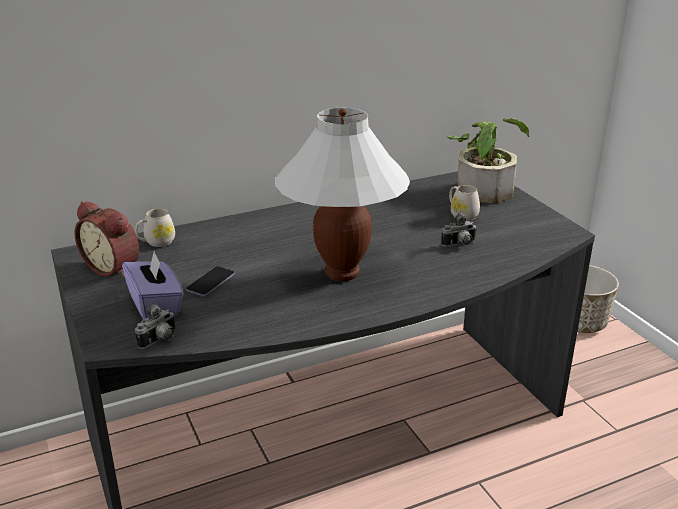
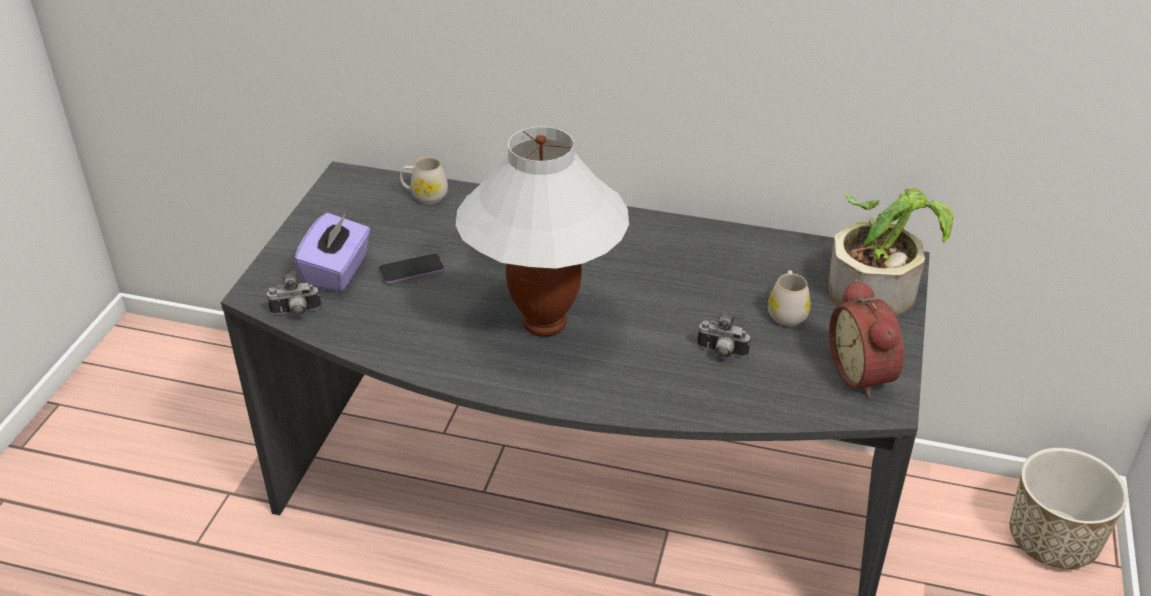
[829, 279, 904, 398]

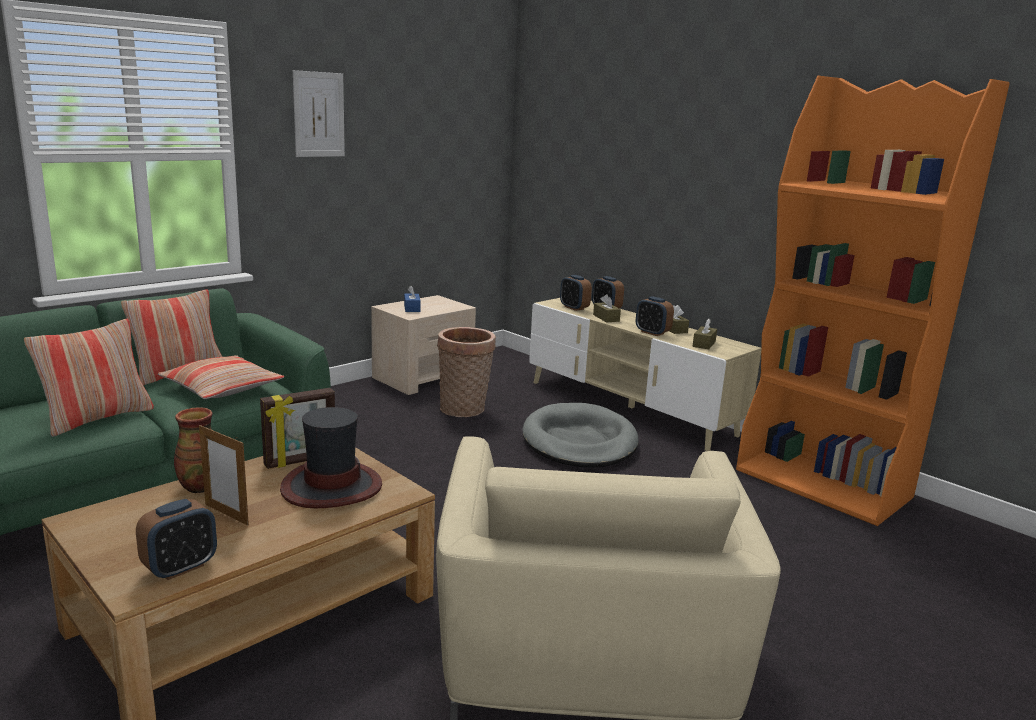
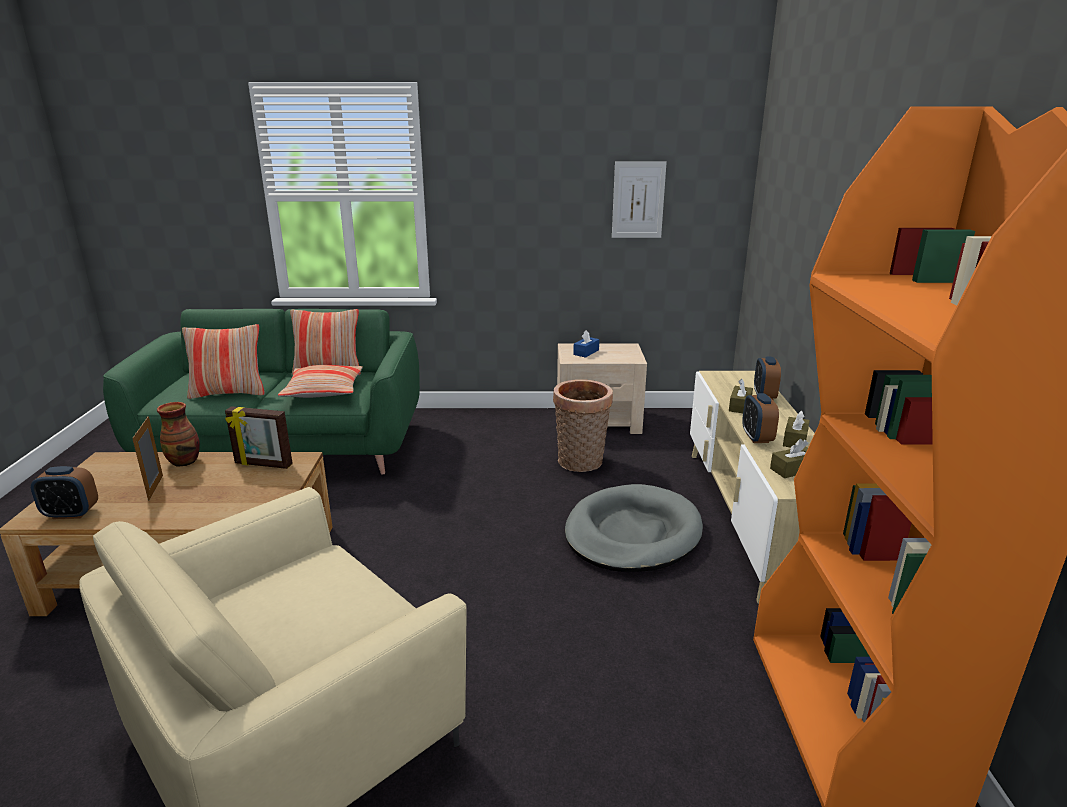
[612, 161, 667, 238]
[280, 407, 382, 508] (first image)
[560, 275, 592, 311] (first image)

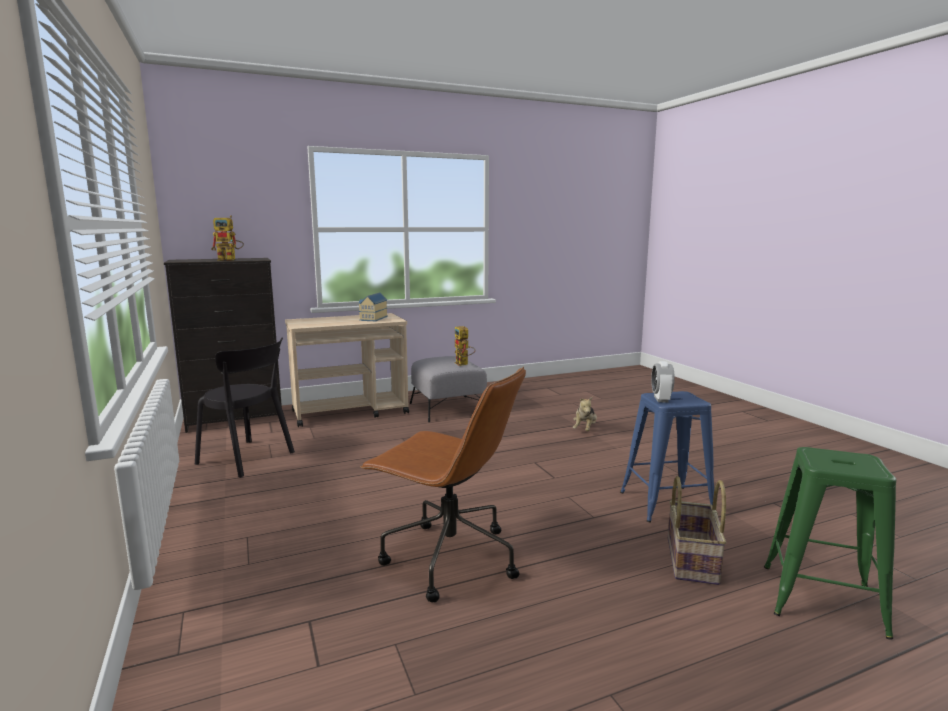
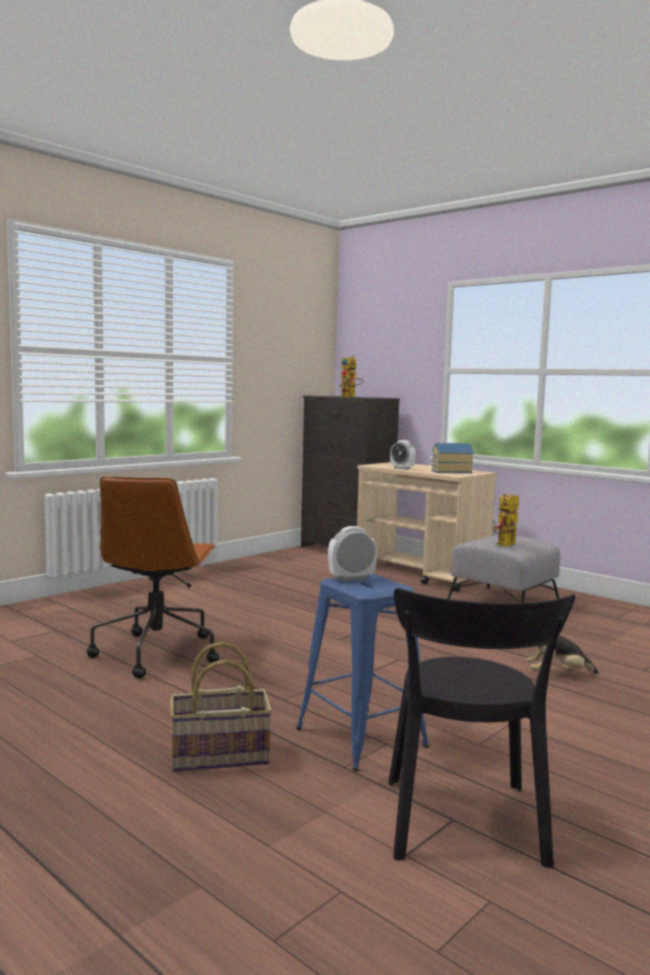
[388, 588, 575, 868]
[390, 440, 416, 470]
[764, 447, 896, 640] (first image)

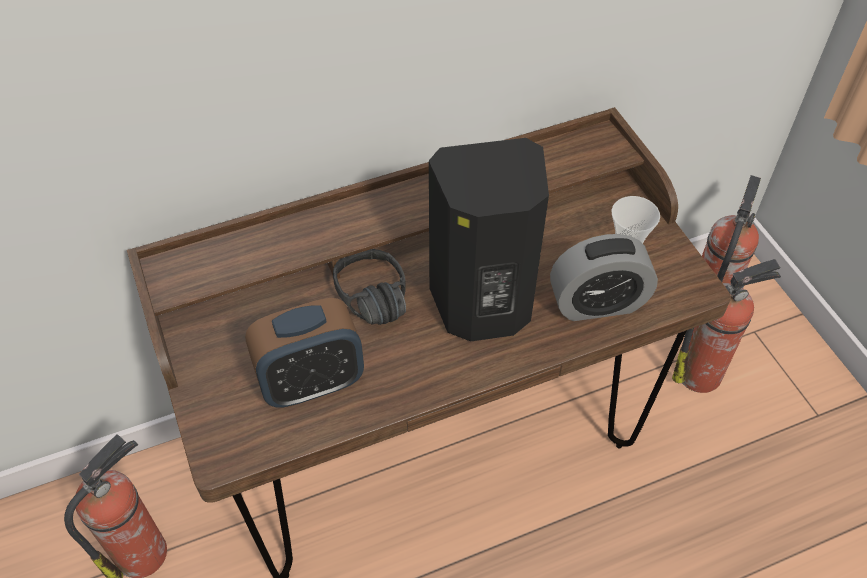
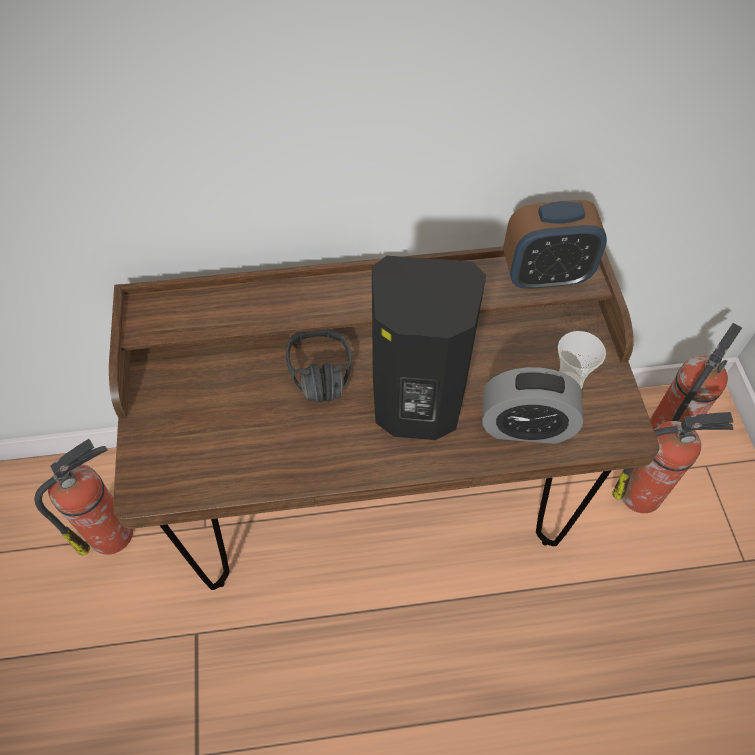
[503, 200, 607, 290]

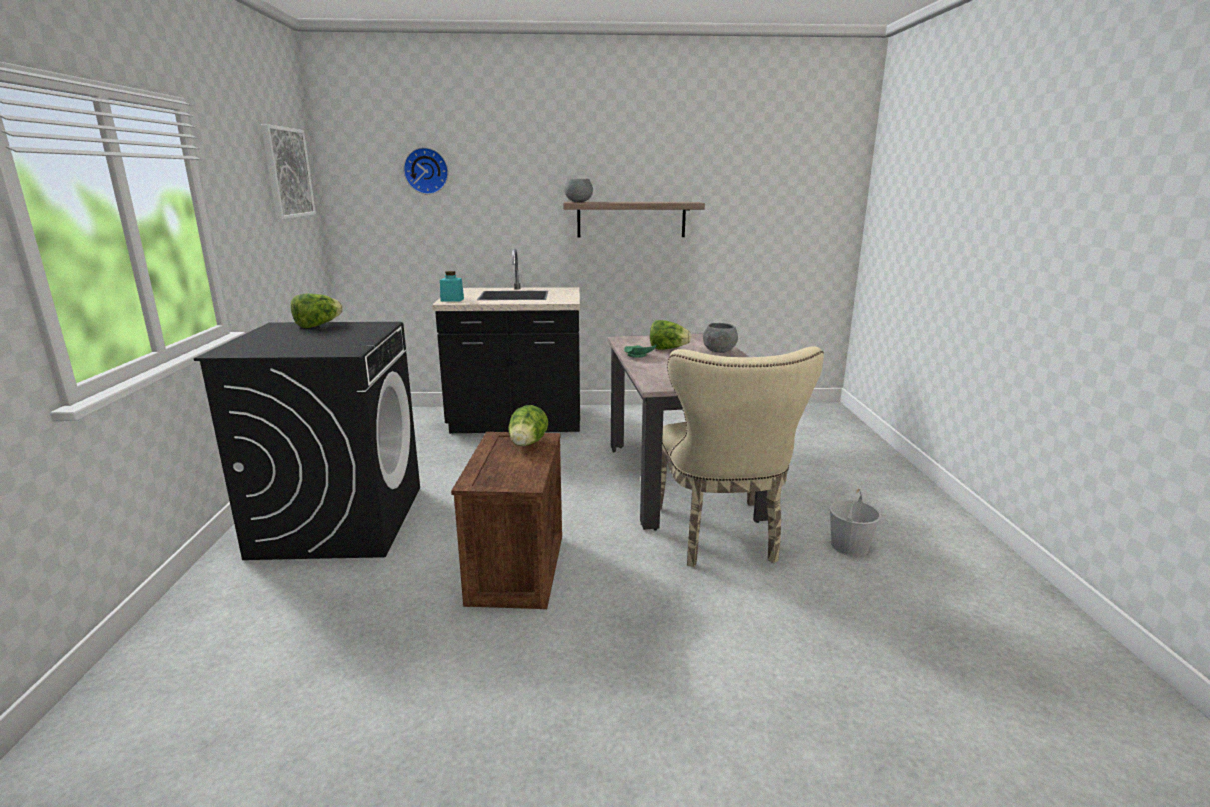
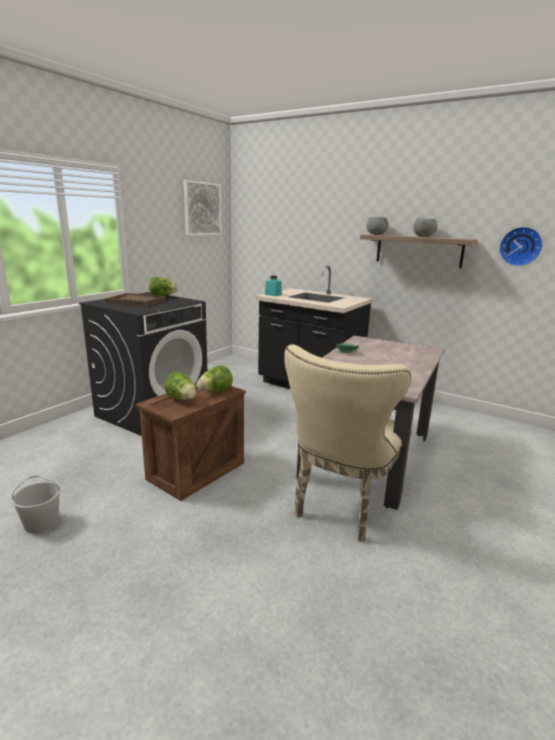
[12, 476, 60, 534]
[105, 293, 165, 307]
[164, 372, 196, 400]
[413, 218, 438, 237]
[499, 227, 543, 266]

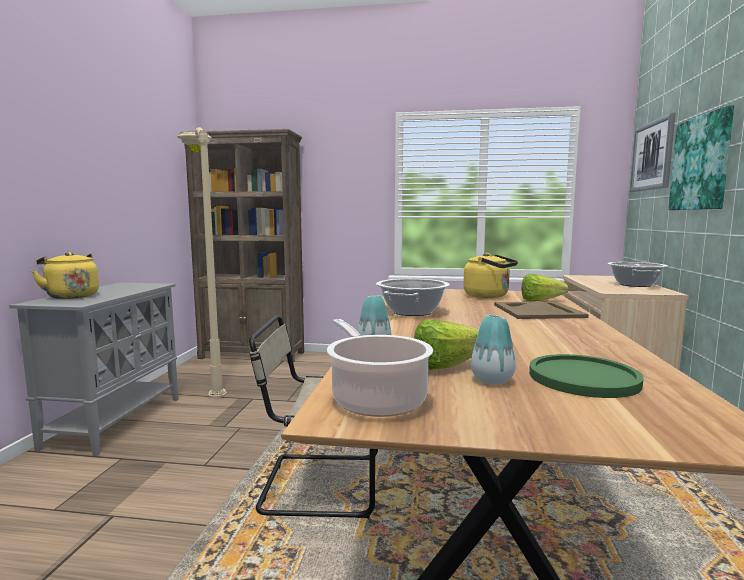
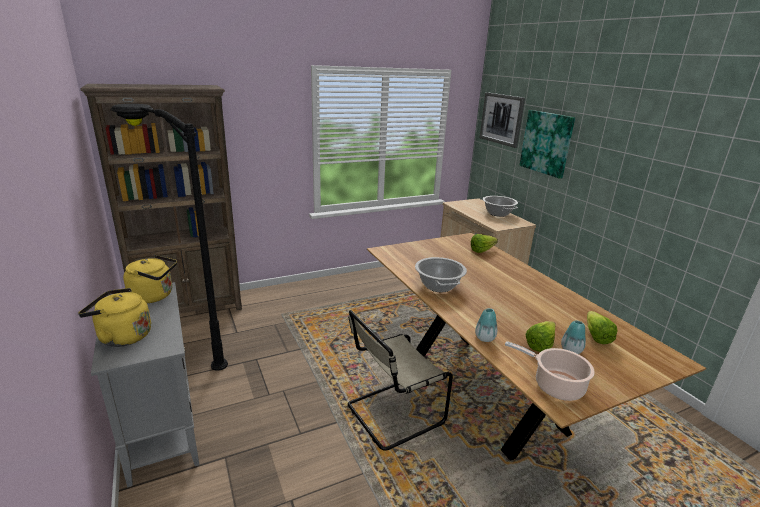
[110, 104, 228, 371]
[123, 255, 177, 303]
[587, 311, 618, 344]
[494, 301, 589, 319] (first image)

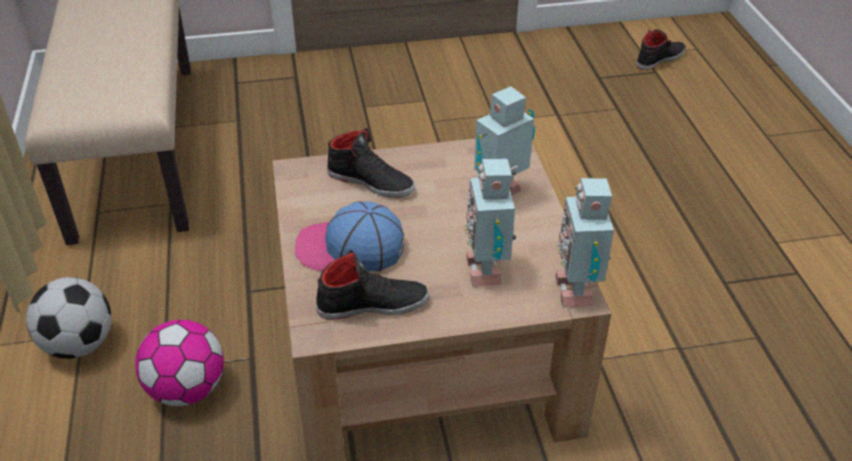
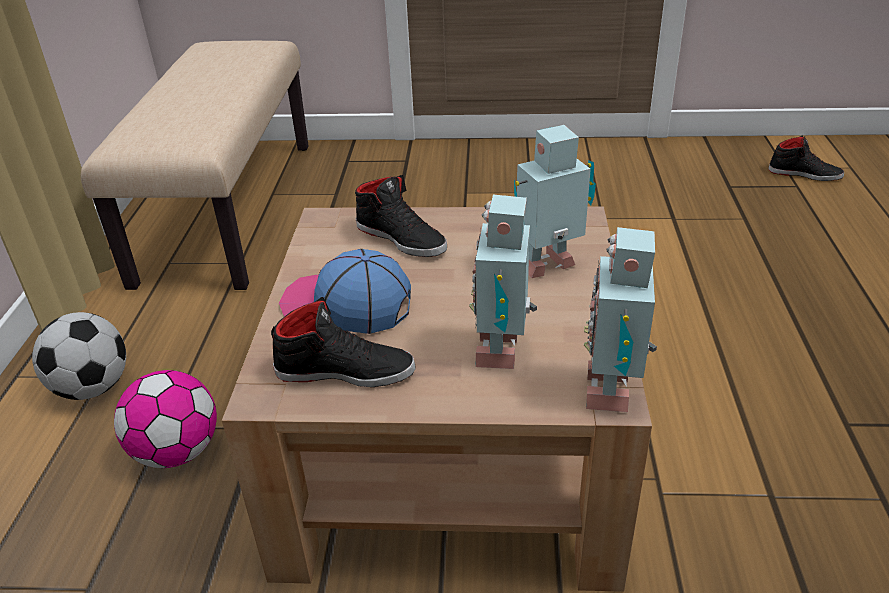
[768, 135, 844, 181]

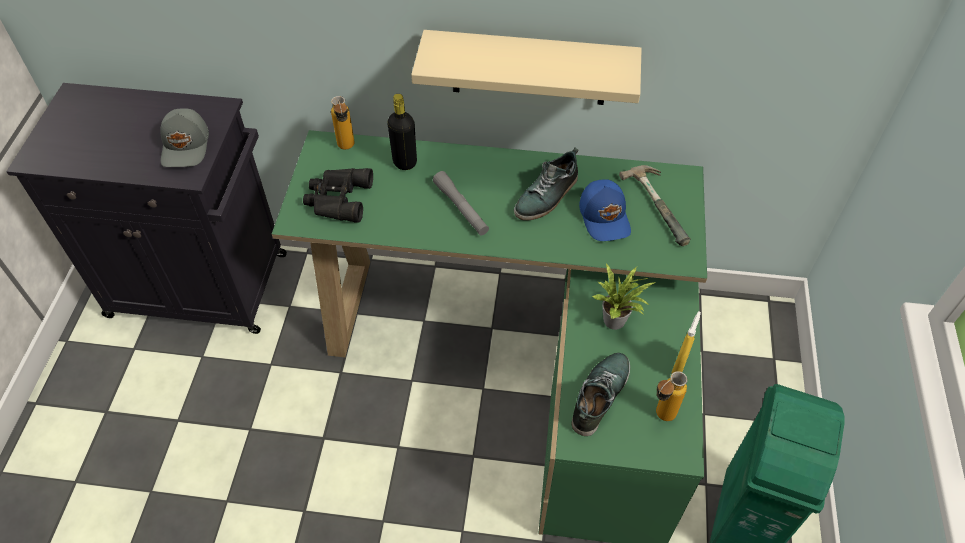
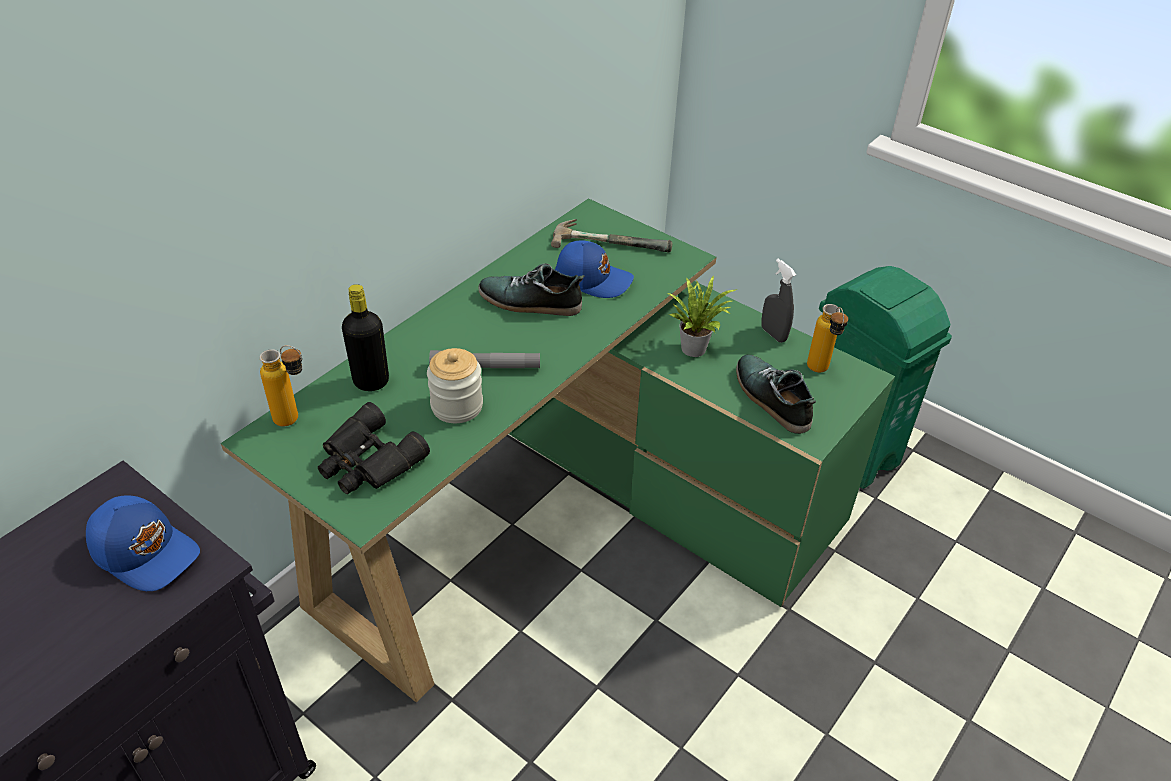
[86, 495, 200, 591]
[427, 348, 483, 423]
[478, 263, 584, 316]
[761, 259, 796, 343]
[411, 30, 642, 105] (first image)

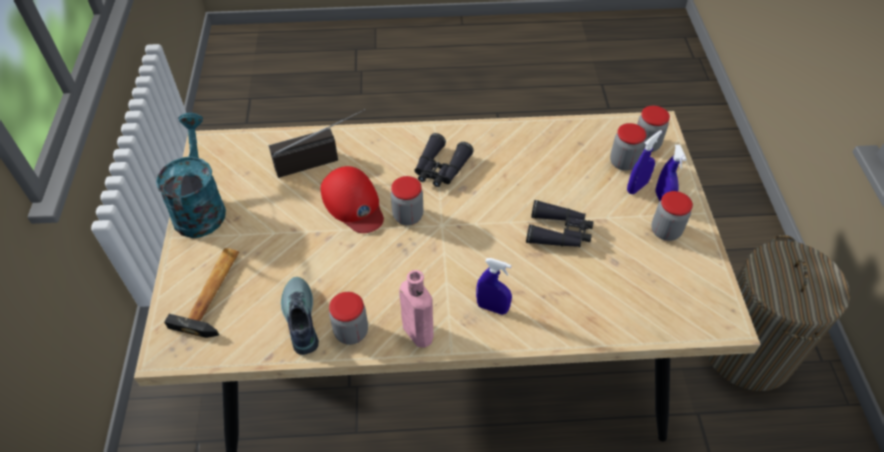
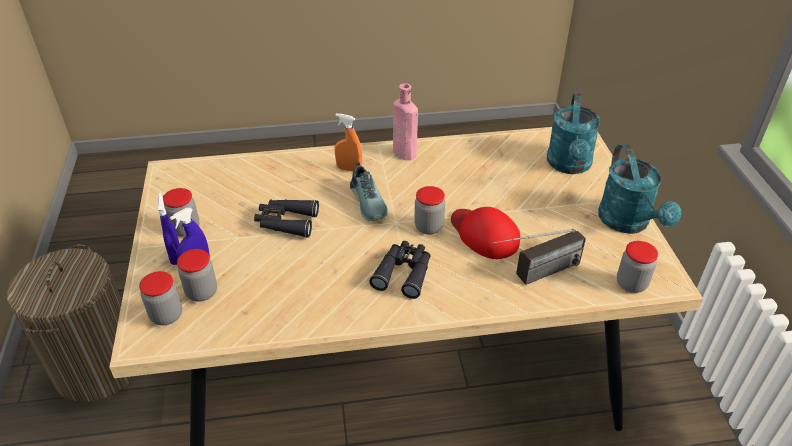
[334, 113, 362, 172]
[350, 161, 388, 221]
[547, 92, 600, 174]
[617, 241, 658, 293]

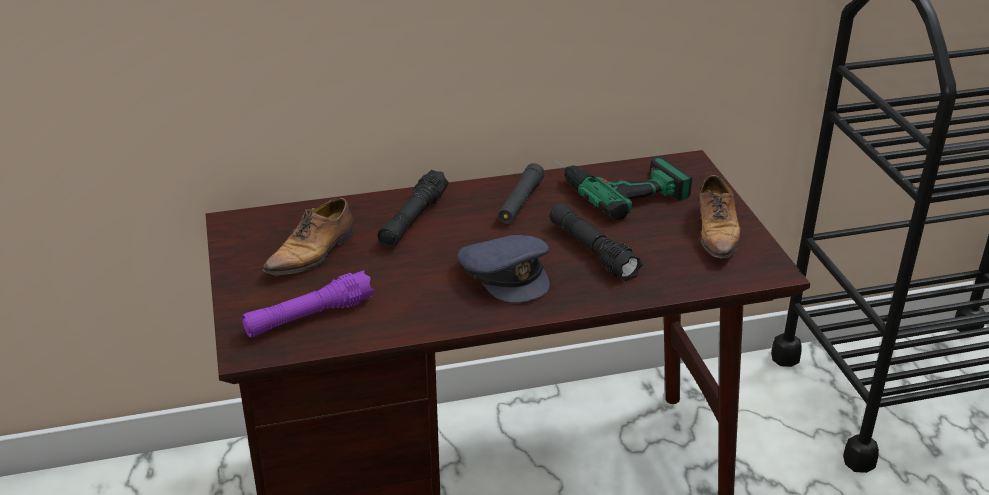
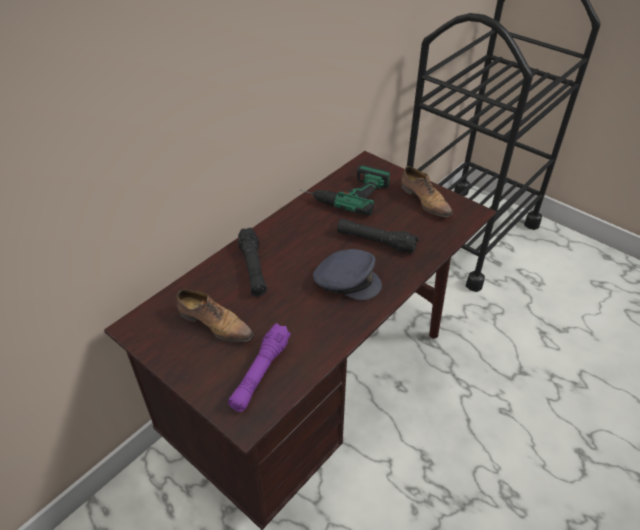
[176, 290, 254, 342]
[498, 163, 545, 224] (first image)

